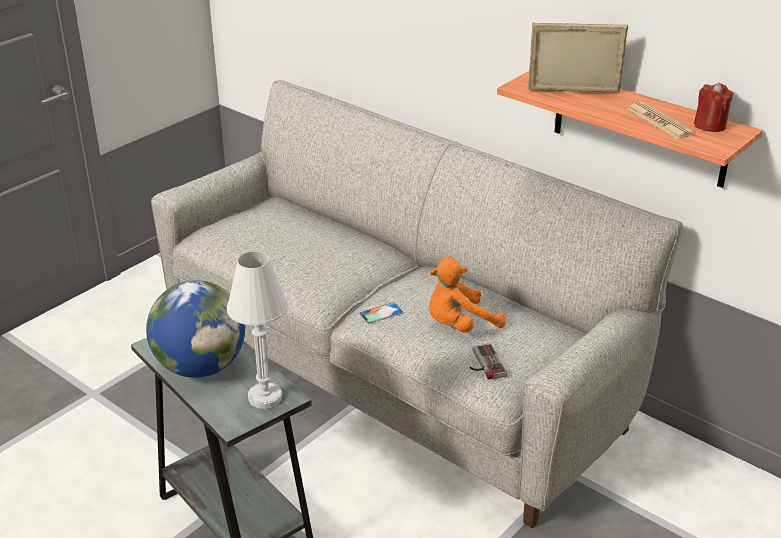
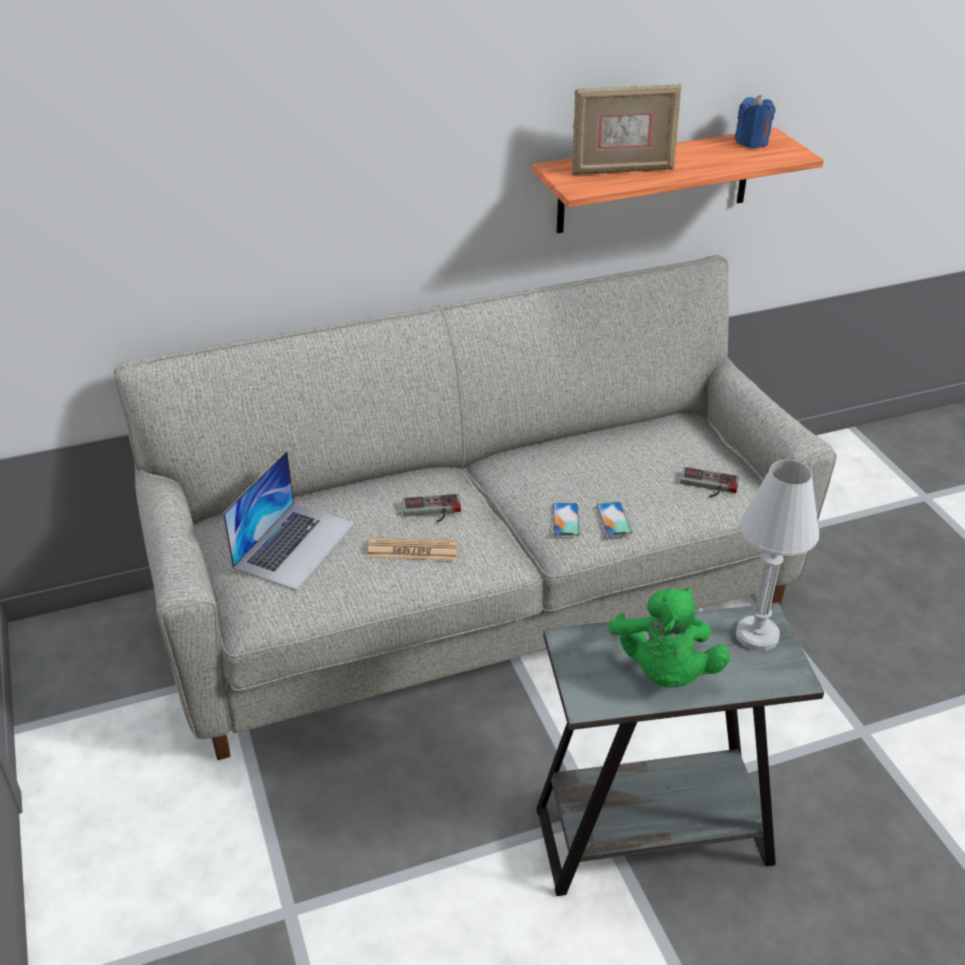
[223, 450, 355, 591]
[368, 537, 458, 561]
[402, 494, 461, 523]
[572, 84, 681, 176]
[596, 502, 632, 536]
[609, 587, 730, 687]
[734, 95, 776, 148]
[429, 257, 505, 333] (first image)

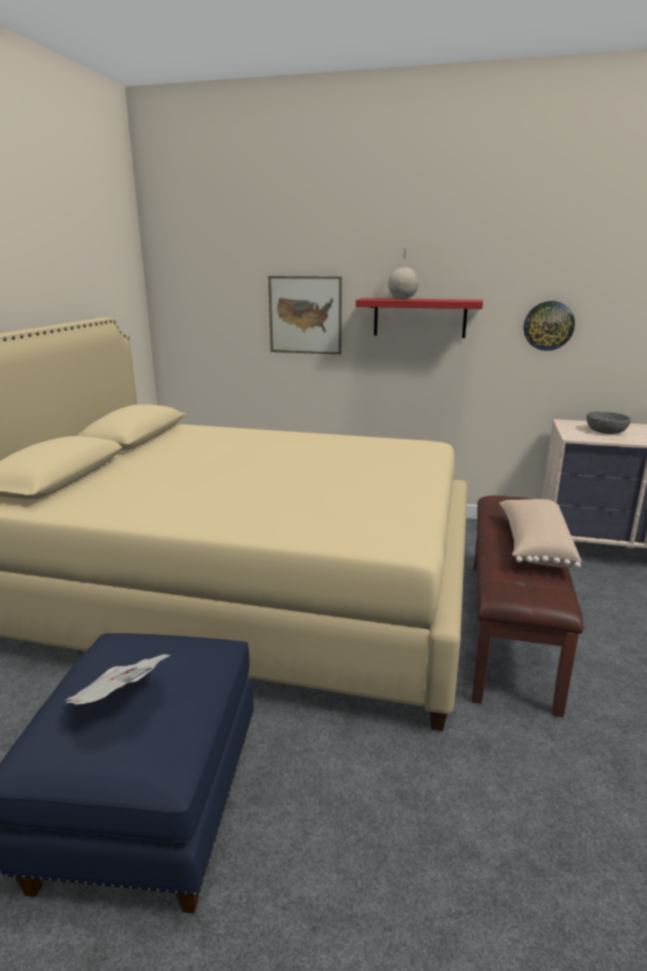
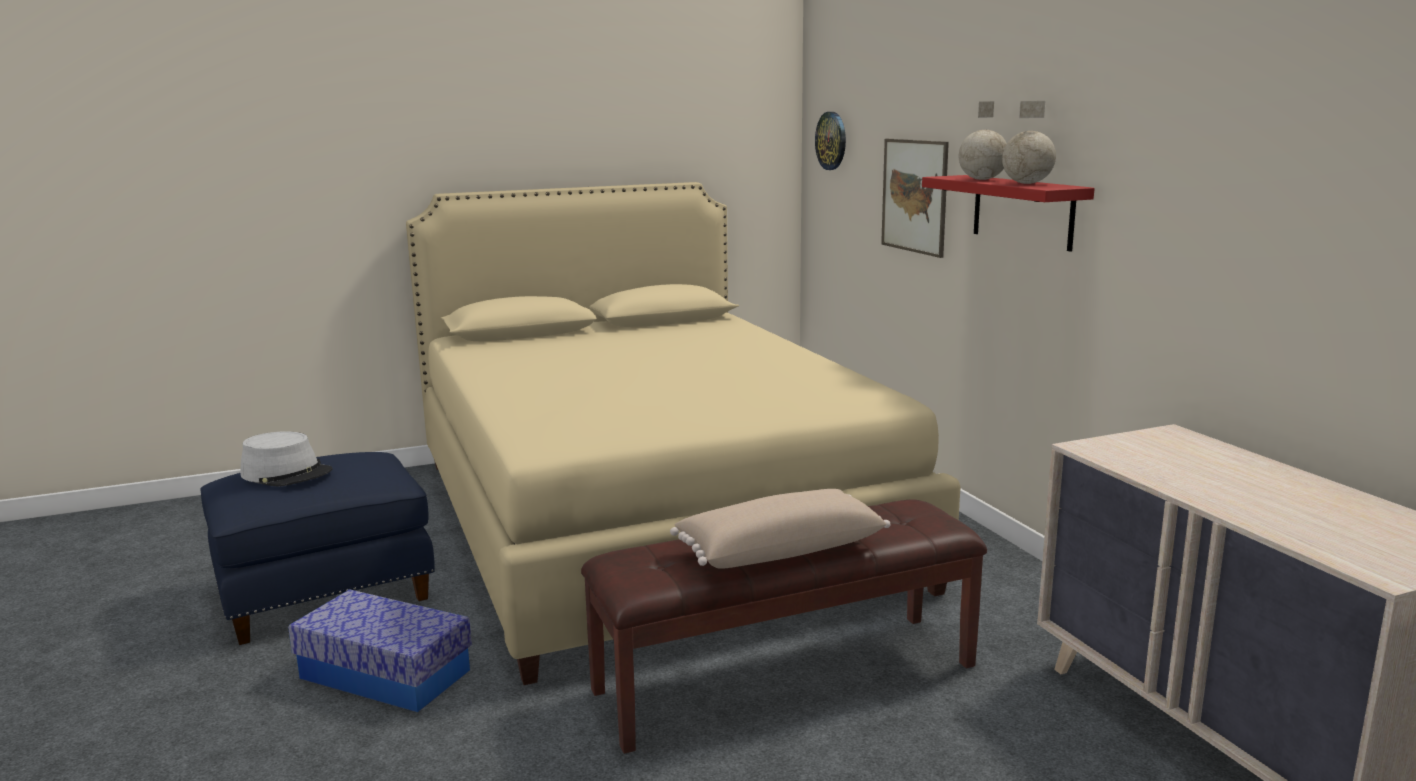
[240, 431, 333, 487]
[288, 589, 472, 712]
[815, 112, 846, 170]
[1002, 101, 1056, 184]
[587, 411, 631, 434] (first image)

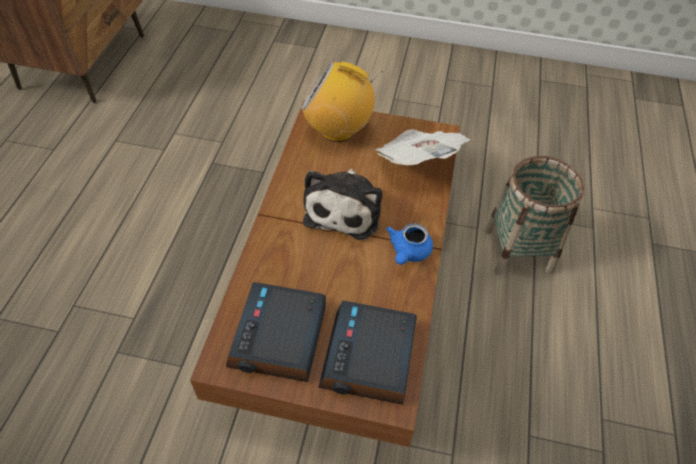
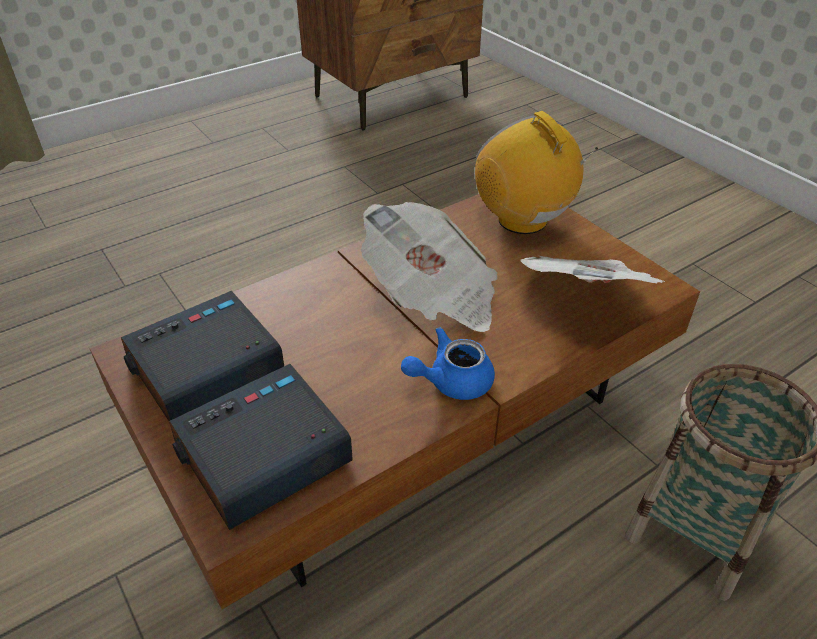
[361, 202, 497, 332]

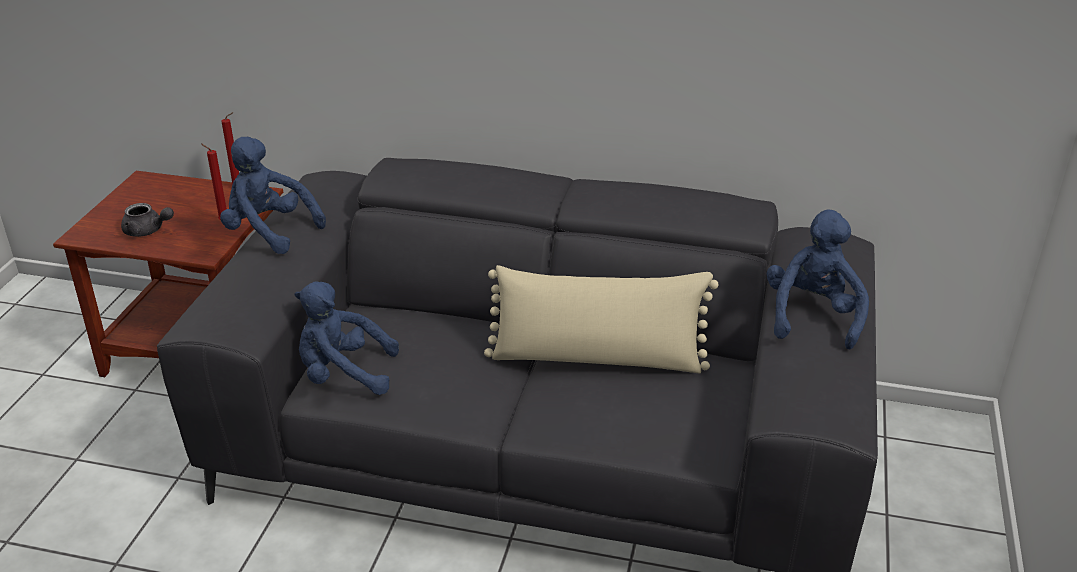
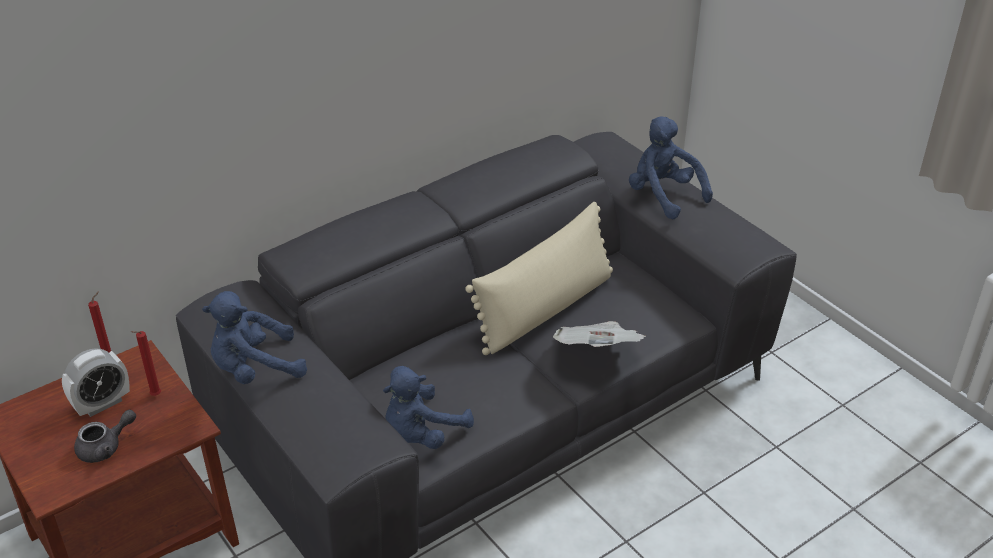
[62, 348, 130, 417]
[553, 321, 646, 347]

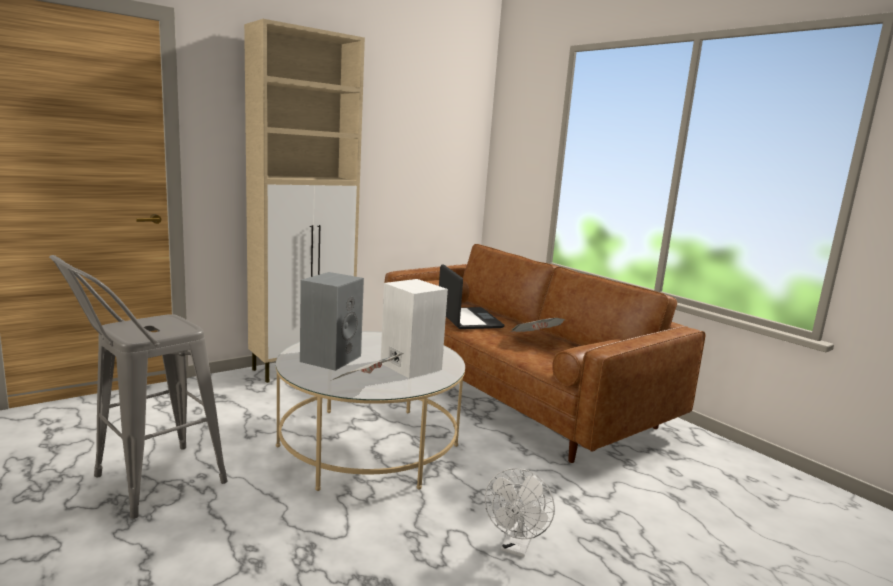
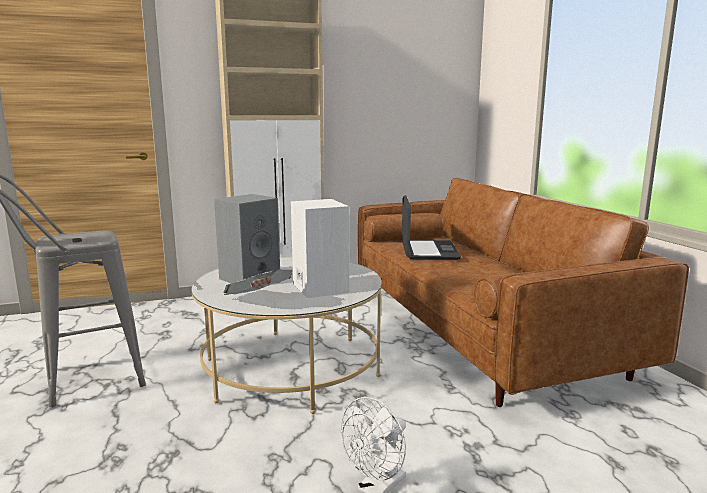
[511, 318, 565, 332] (first image)

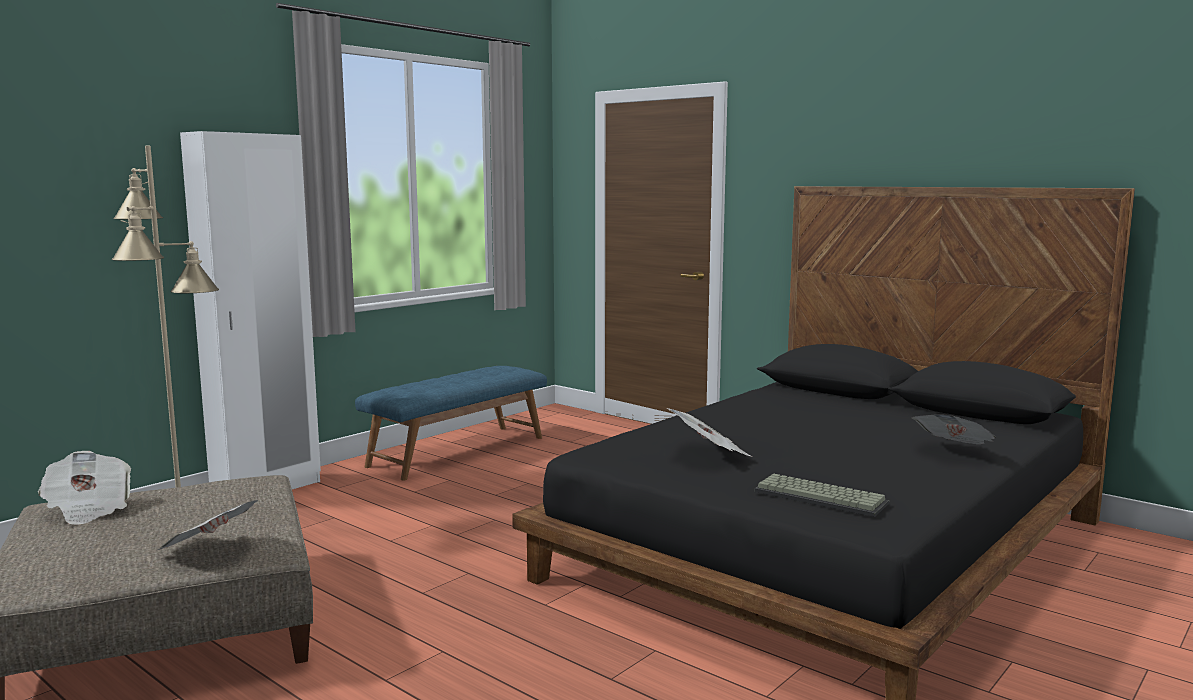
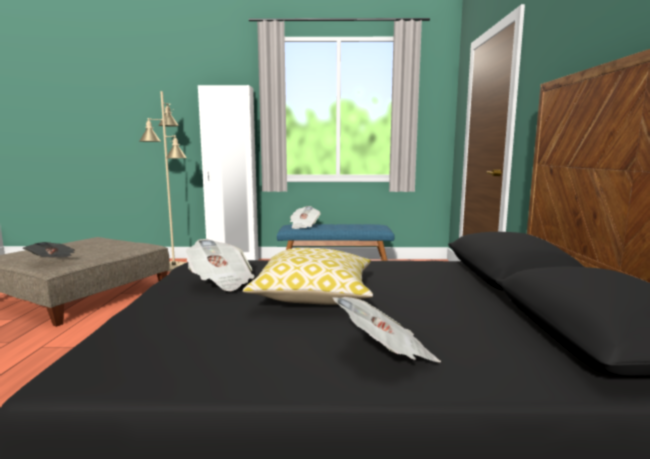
[242, 248, 373, 305]
[290, 206, 321, 229]
[754, 473, 889, 517] (first image)

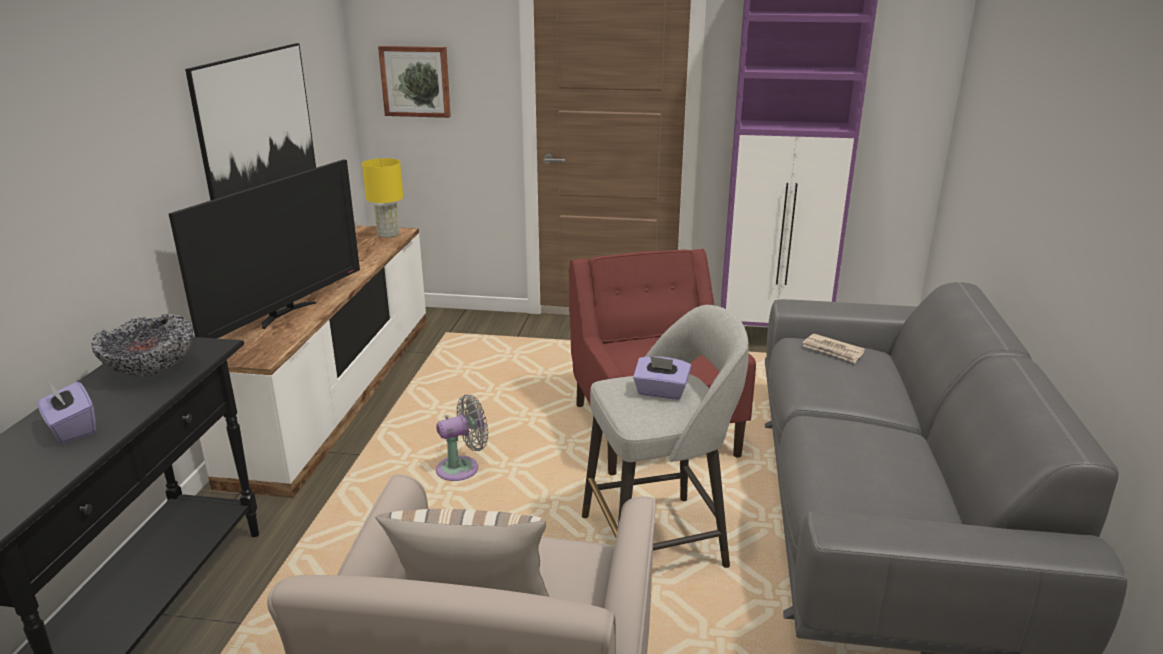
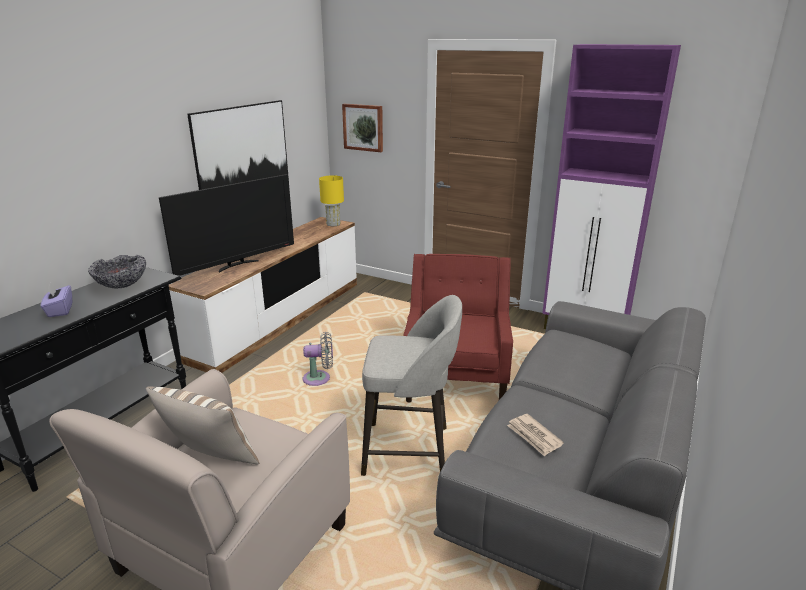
[507, 414, 564, 457]
[633, 356, 691, 400] (first image)

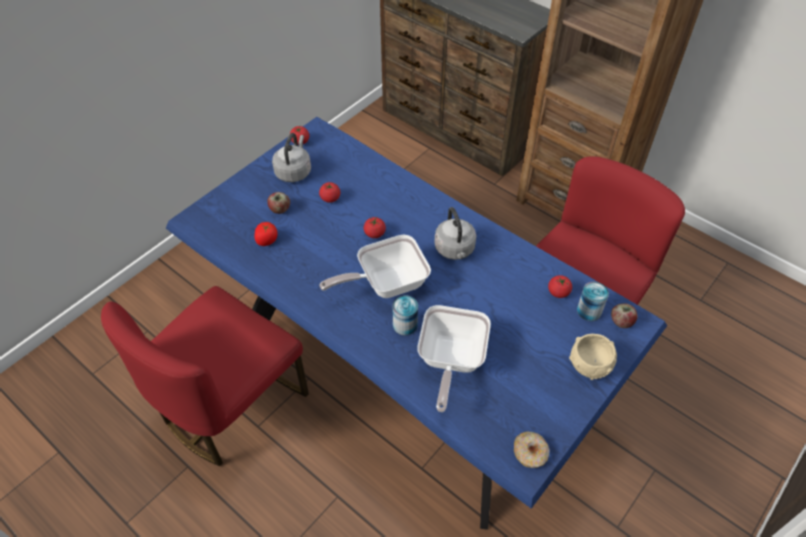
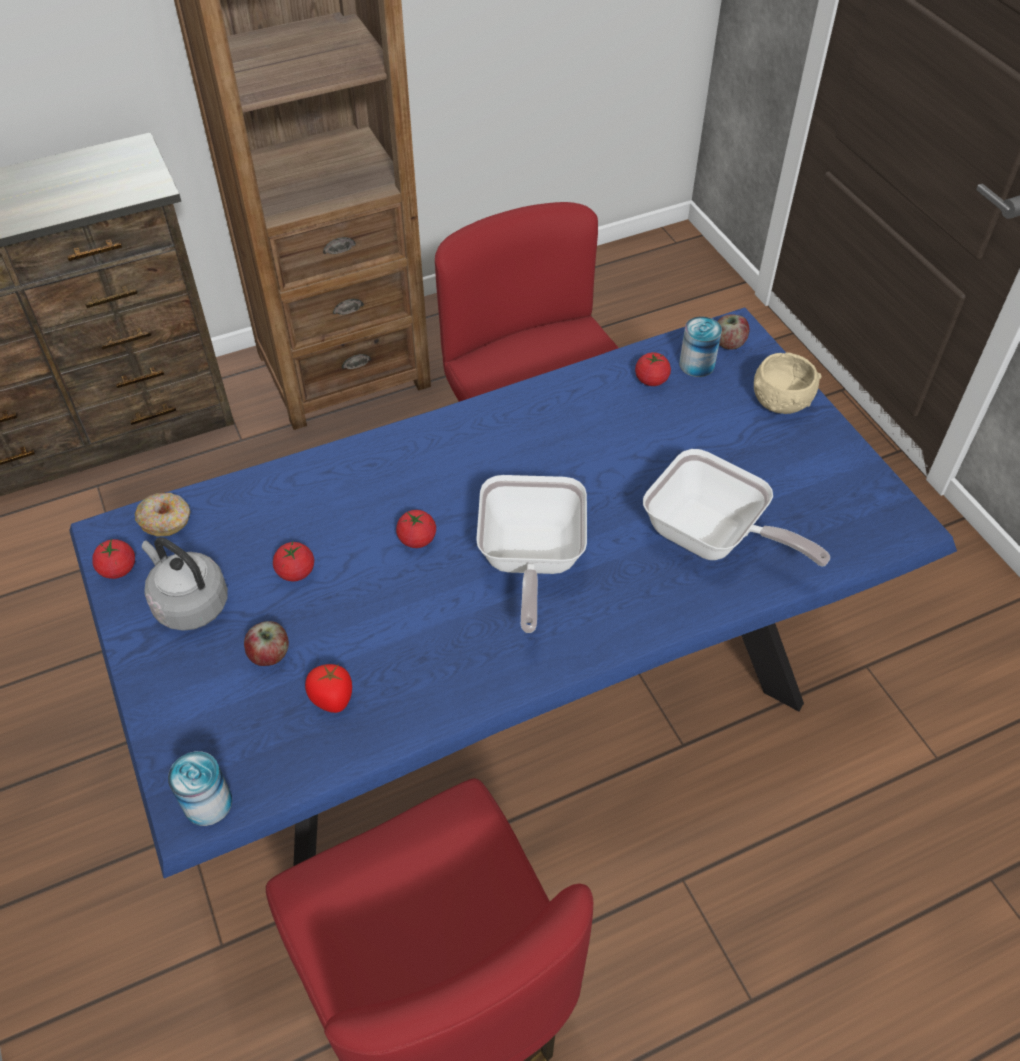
[135, 493, 190, 536]
[168, 751, 232, 826]
[434, 207, 476, 260] (first image)

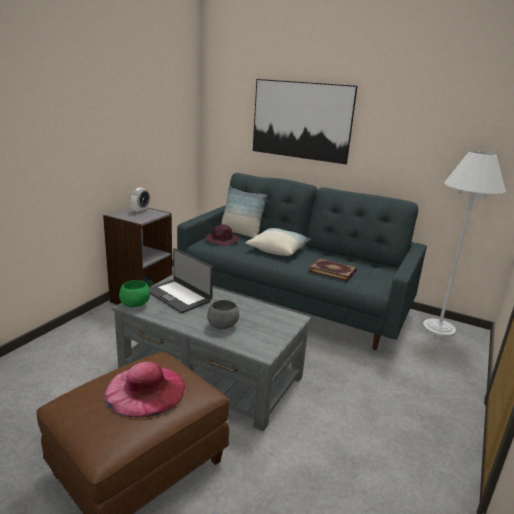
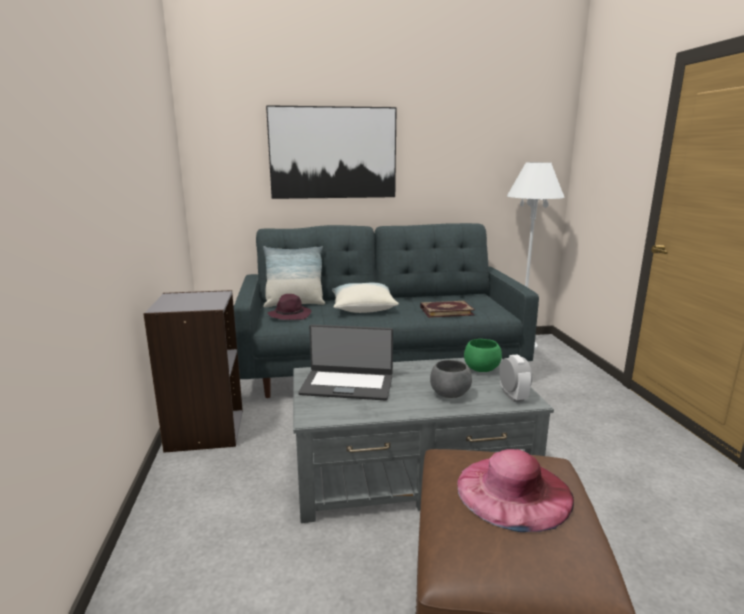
[464, 339, 502, 372]
[499, 355, 532, 402]

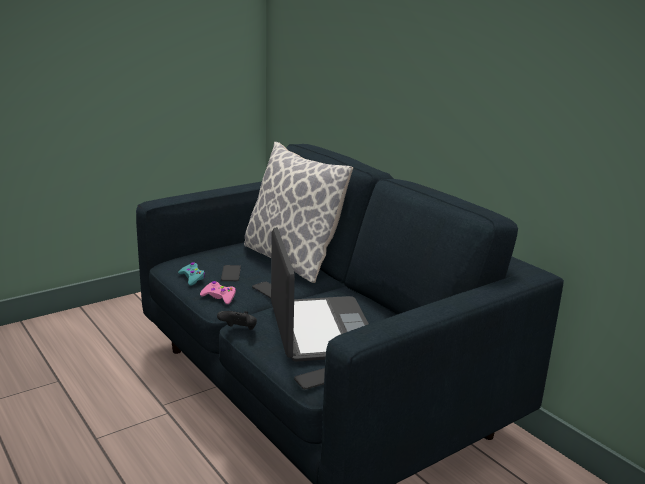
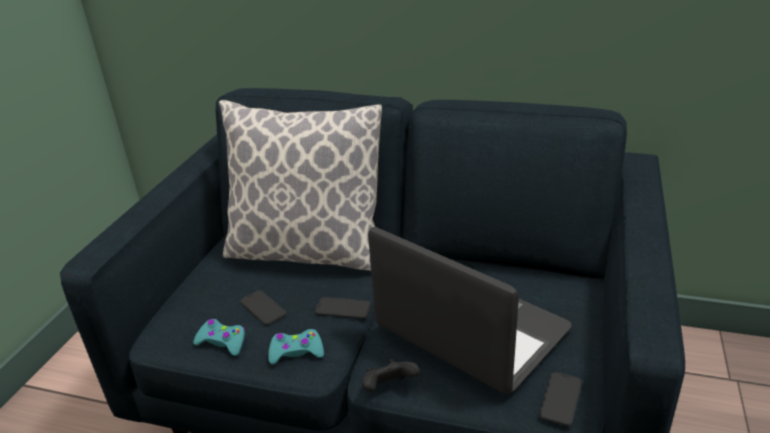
[268, 329, 324, 364]

